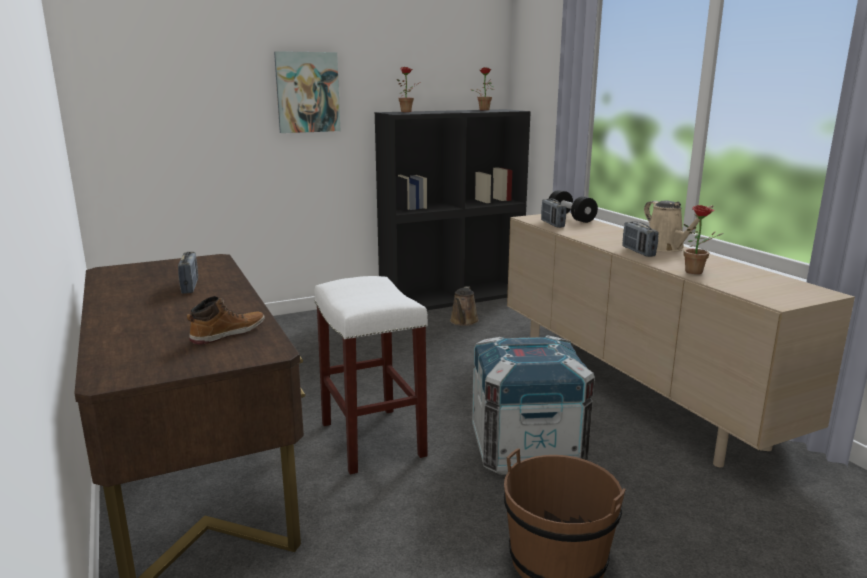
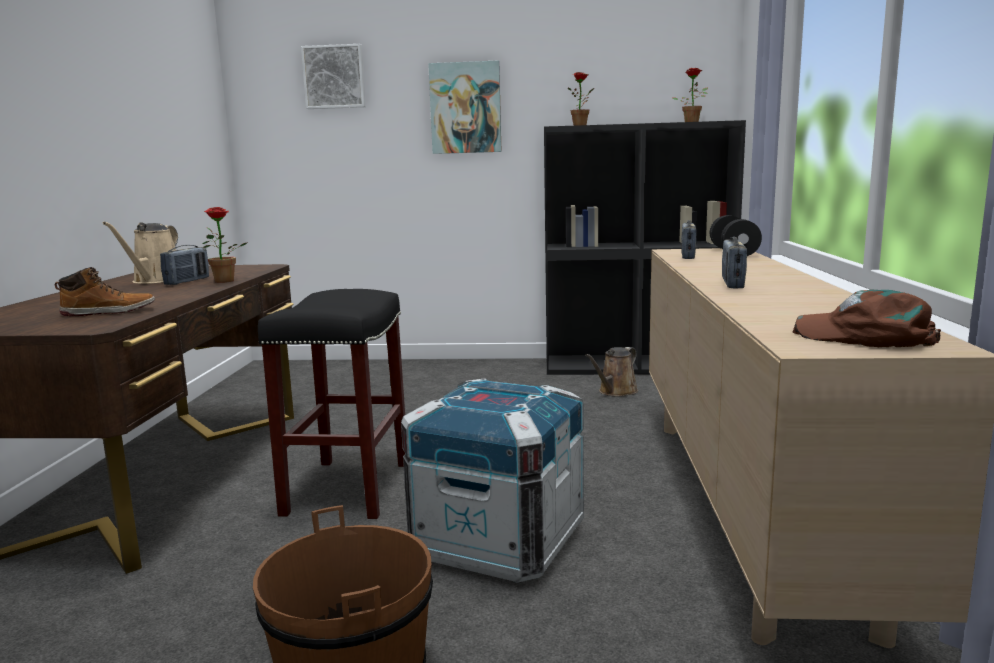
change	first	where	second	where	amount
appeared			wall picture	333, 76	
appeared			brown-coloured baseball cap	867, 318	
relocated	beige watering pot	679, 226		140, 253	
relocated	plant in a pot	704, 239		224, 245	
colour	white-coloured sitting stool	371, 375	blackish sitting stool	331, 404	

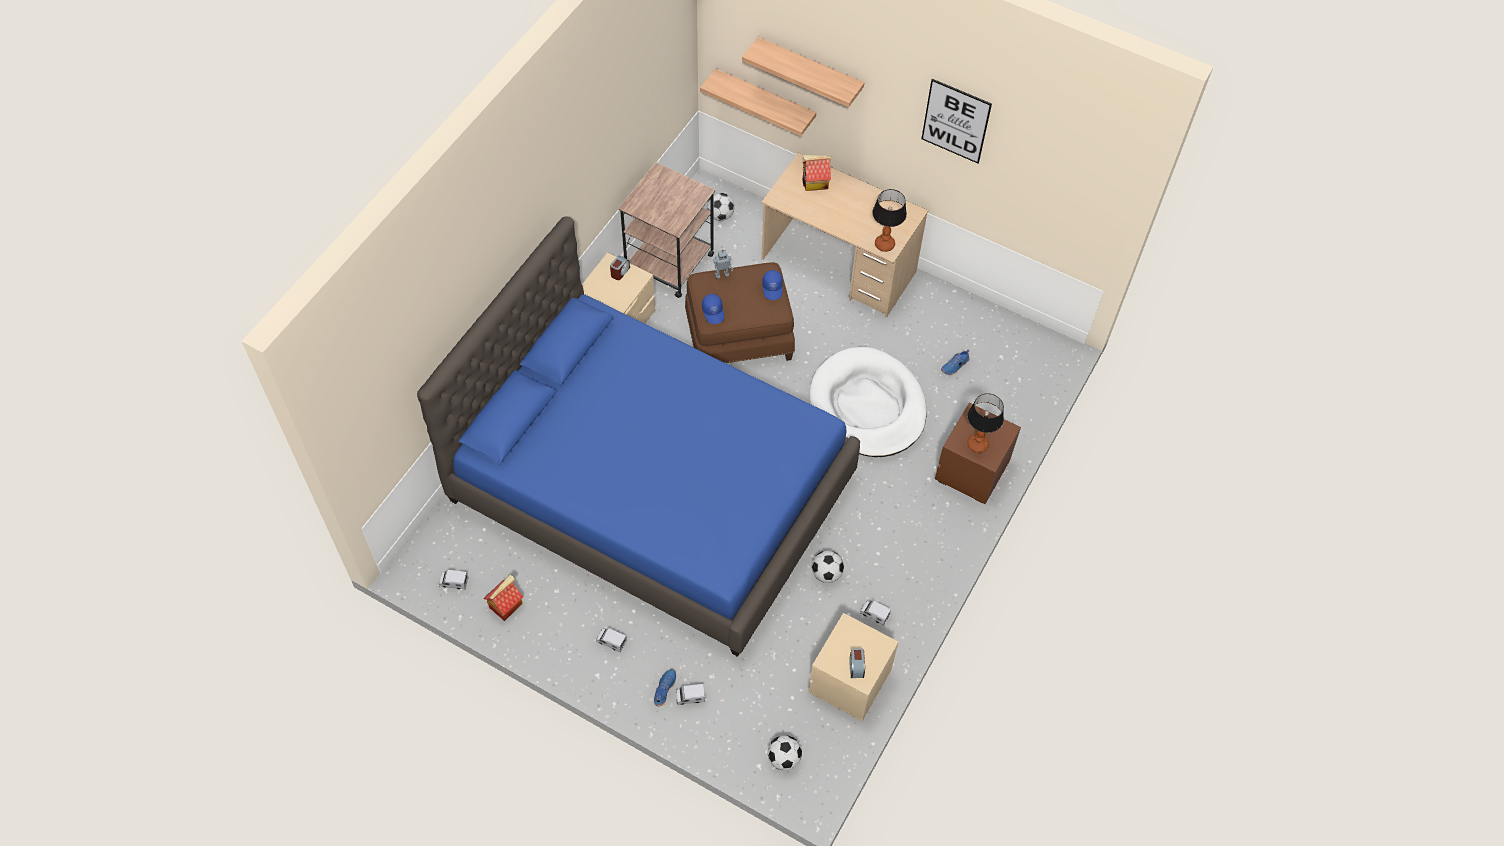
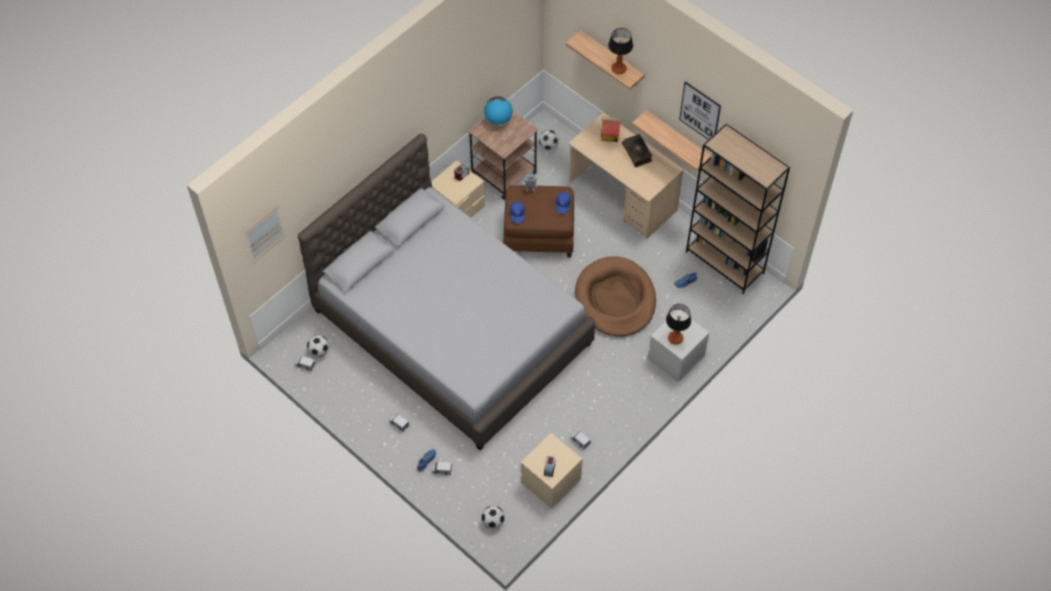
change	first	where	second	where	amount
missing	toy house	503, 598			
appeared			wall picture	264, 234	
appeared			world globe	498, 111	
appeared			book	637, 150	
appeared			beige shelving unit	738, 209	
relocated	wall shelf	758, 102		671, 140	
relocated	ball for football	828, 566		318, 346	
relocated	lamp for a table	889, 220		620, 51	
colour	blue-coloured bed	638, 436	gray bed	446, 292	
colour	white-coloured pet bed	868, 402	brown-coloured pet bed	615, 296	
colour	brown-coloured bedside table	978, 453	white-coloured bedside table	679, 346	

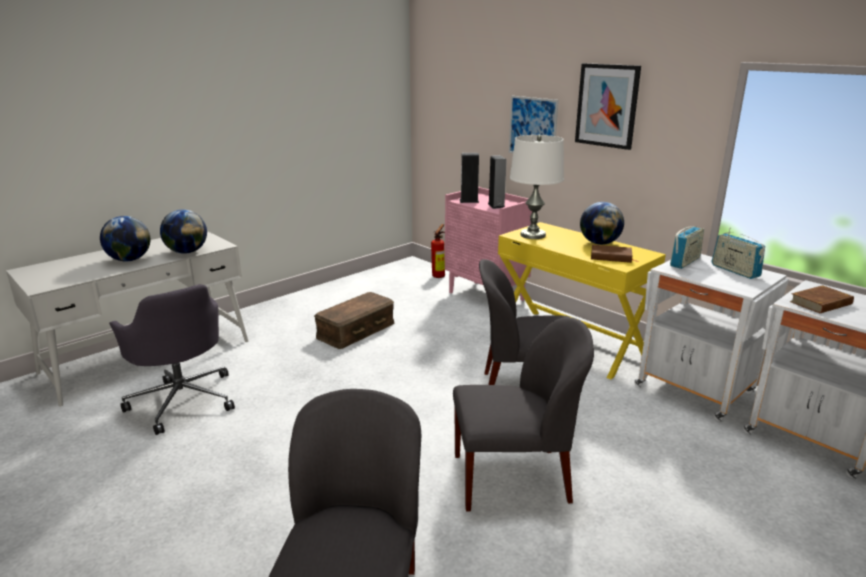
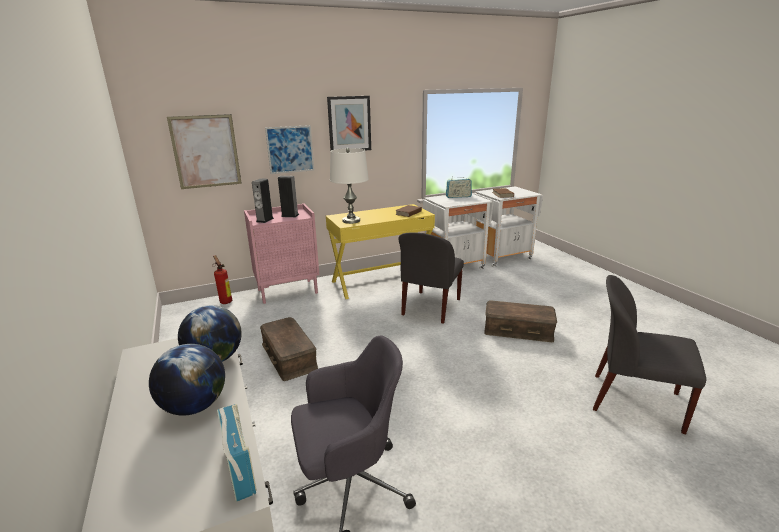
change	first	where	second	where	amount
missing	world globe	602, 223			
appeared			wall picture	204, 151	
relocated	radio set	687, 247		237, 453	
exchanged	gray chair	523, 414	brown-coloured storage bin	520, 321	

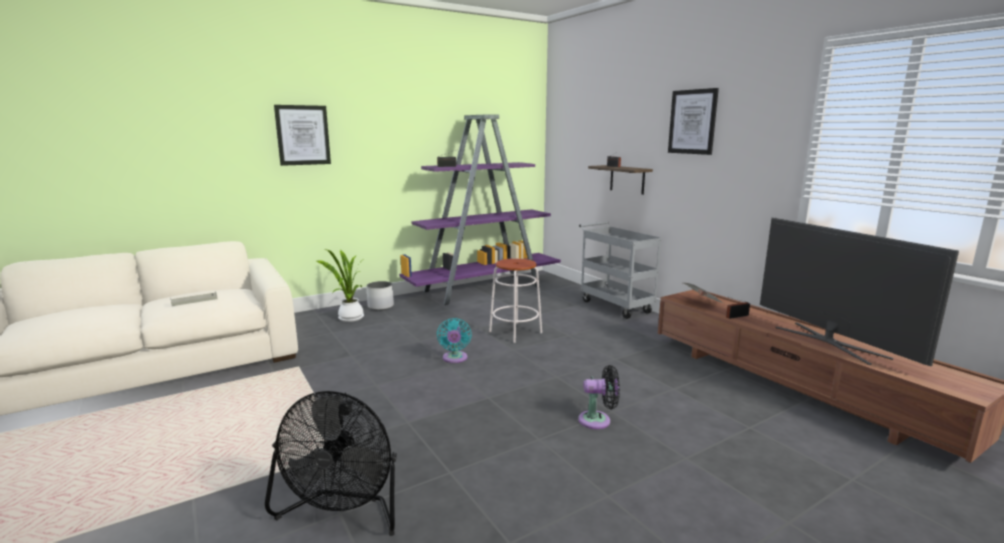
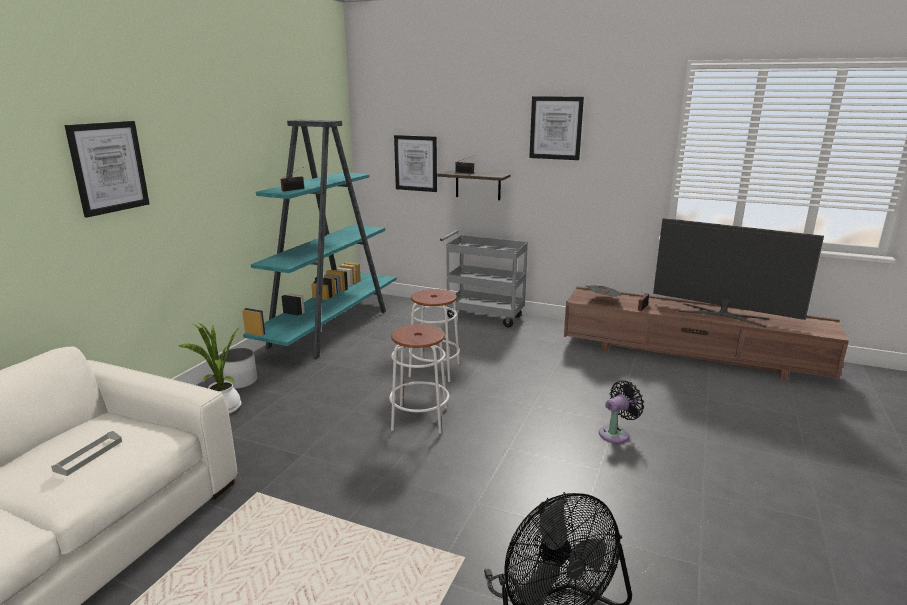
change	first	where	second	where	amount
appeared			wall picture	415, 163	
exchanged	turquoise electric fan	454, 340	white-coloured sitting stool	419, 379	
colour	purple shelving unit	480, 210	turquoise shelving unit	319, 239	

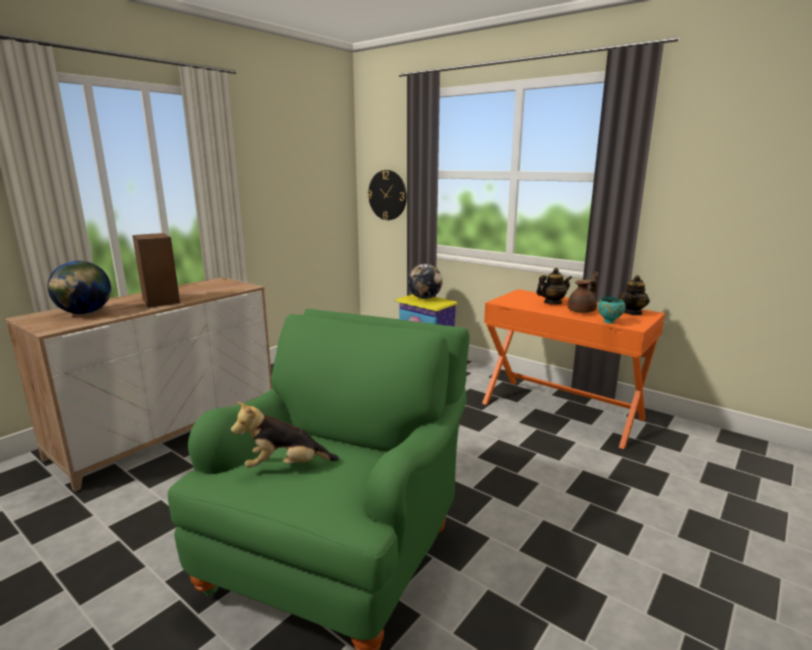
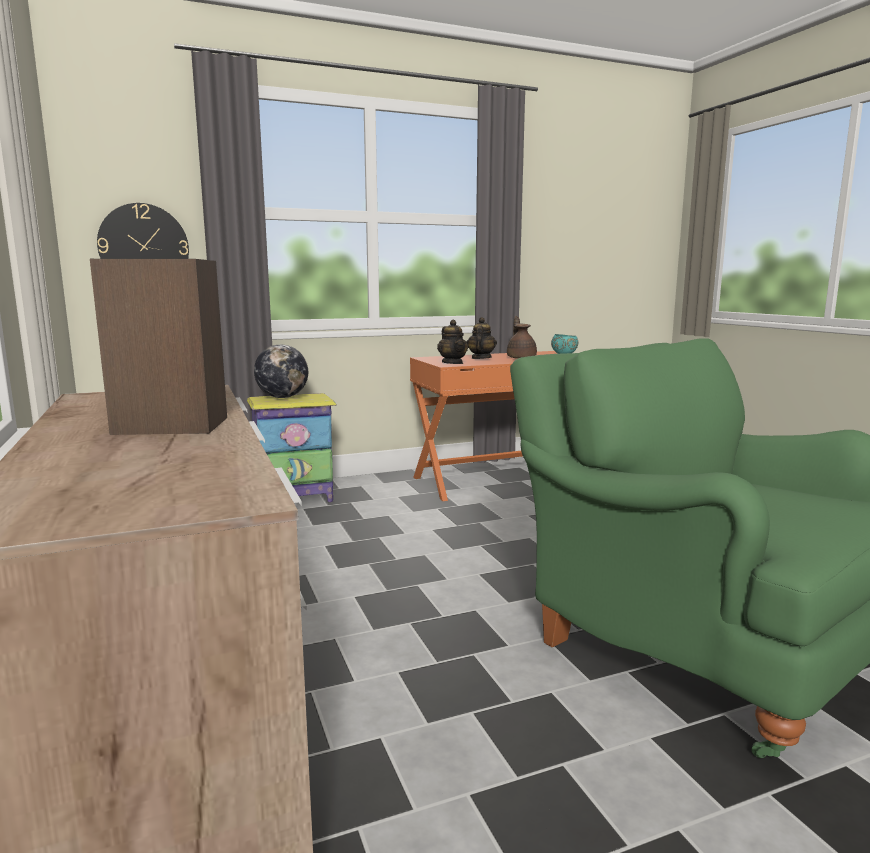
change	first	where	second	where	amount
missing	world globe	79, 287			
missing	cuddly toy	285, 435			
relocated	tea pot	634, 295		452, 342	

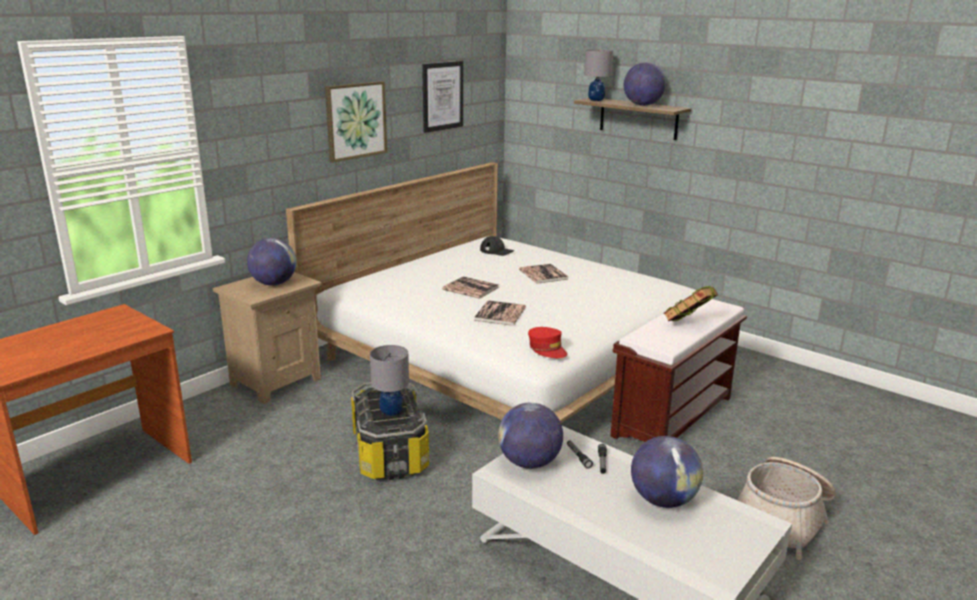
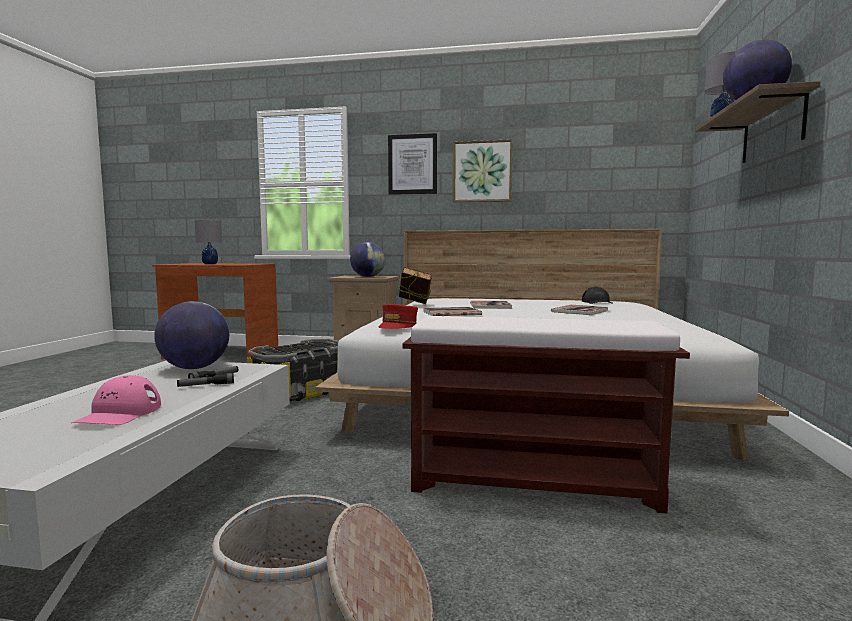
change	first	where	second	where	amount
relocated	gray lamp for a table	389, 380		208, 242	
relocated	wall picture	442, 97		412, 164	
relocated	book	690, 303		415, 285	
exchanged	world globe	667, 472	pinkish baseball cap	116, 400	

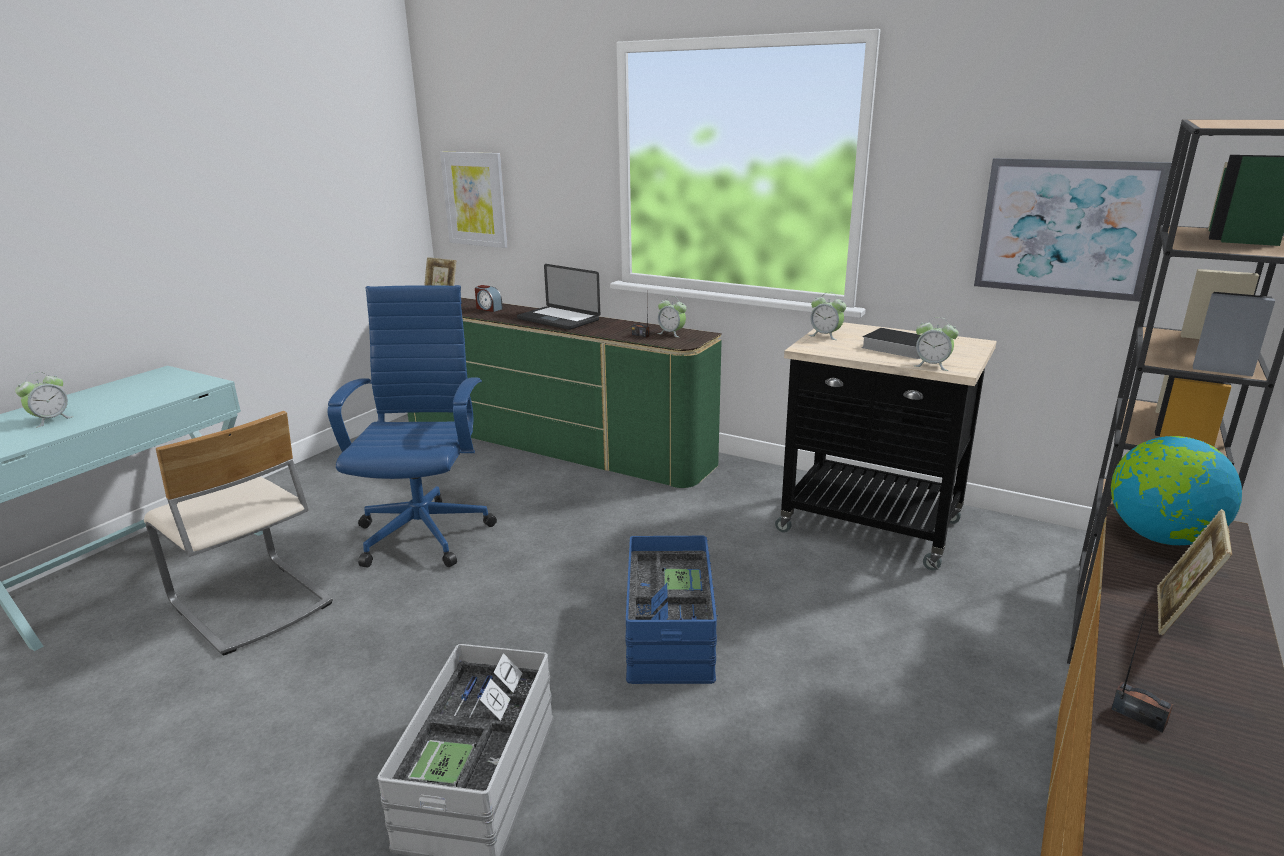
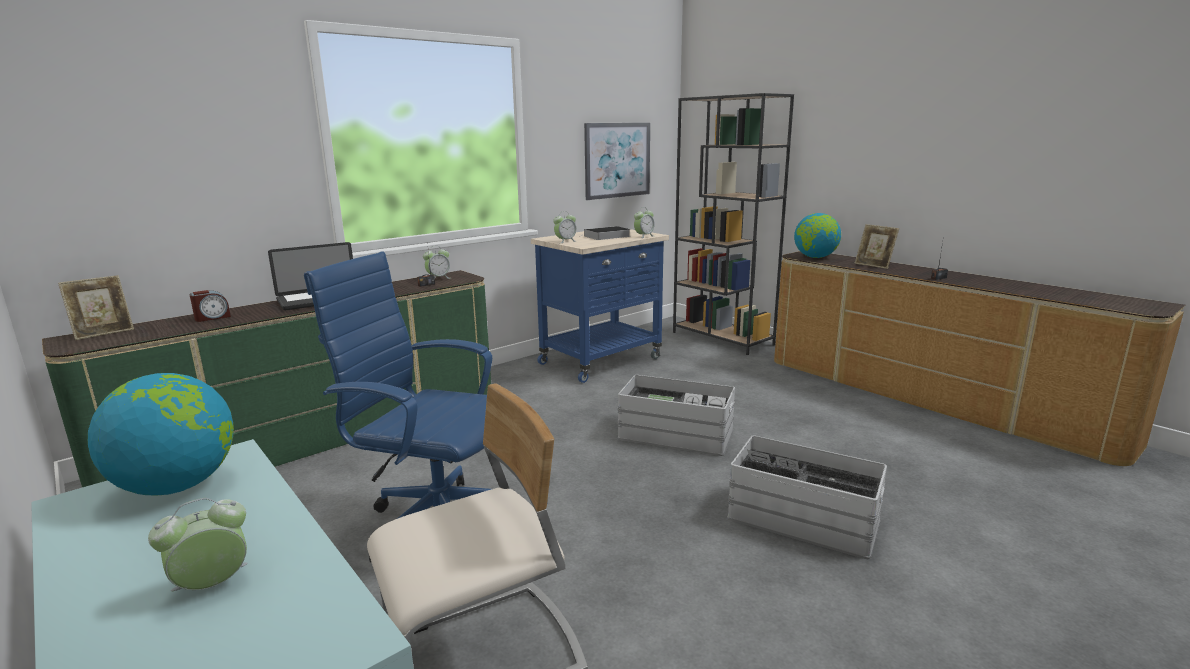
change	first	where	second	where	amount
missing	wall picture	474, 200			
appeared			world globe	161, 434	
colour	blue-coloured storage bin	671, 610	gray storage bin	676, 415	
colour	blackish cart	885, 446	blue-coloured cart	600, 306	
spun	bedside clock	44, 400		198, 544	90 degrees counterclockwise

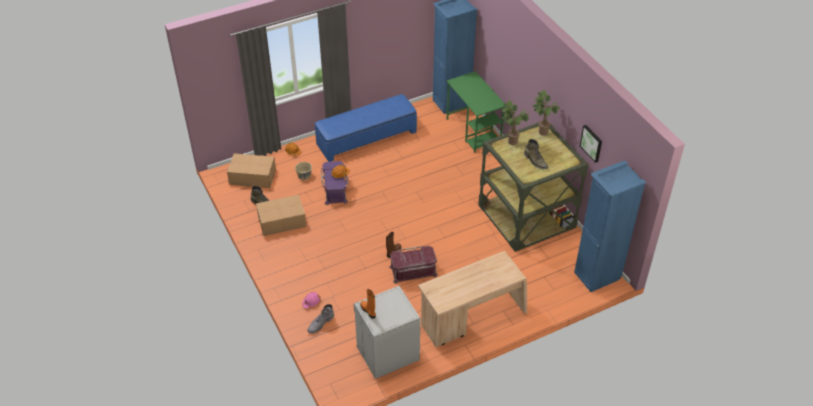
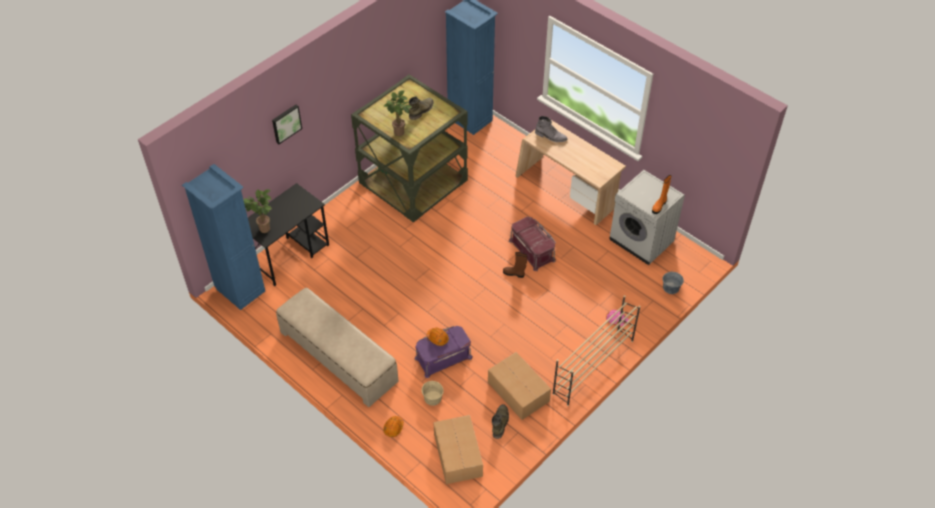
change	first	where	second	where	amount
appeared			beige shoe stand	596, 350	
appeared			gray pail	673, 282	
relocated	gray high-top boot	320, 319		551, 129	
relocated	plant in a pot	546, 113		257, 211	
relocated	wall picture	591, 144		287, 124	
colour	blue-coloured bench	366, 128	beige bench	337, 347	
colour	greenish desk table	476, 112	blackish desk table	288, 234	

